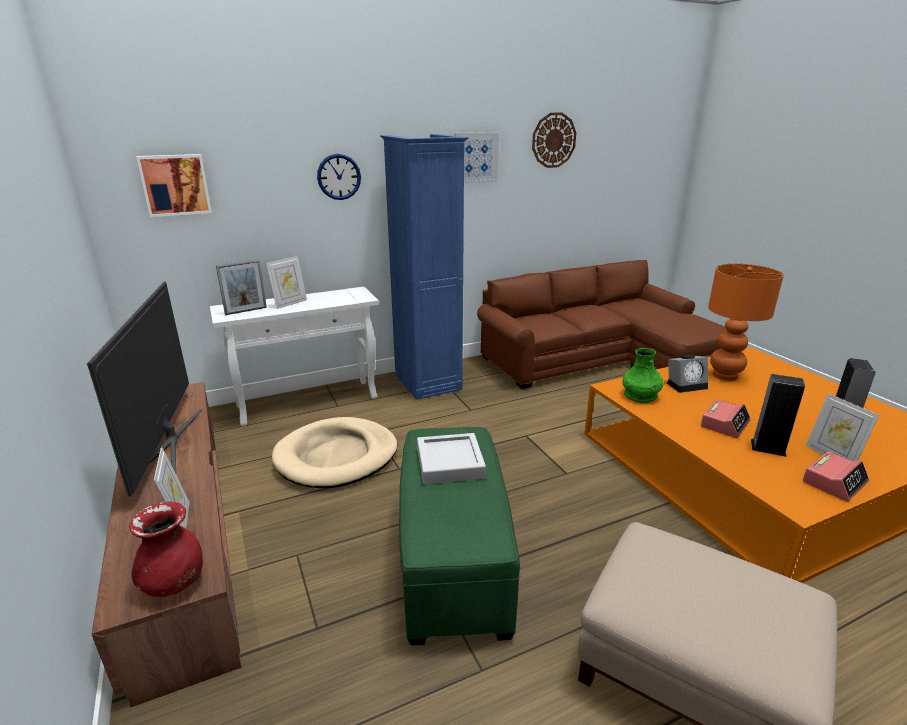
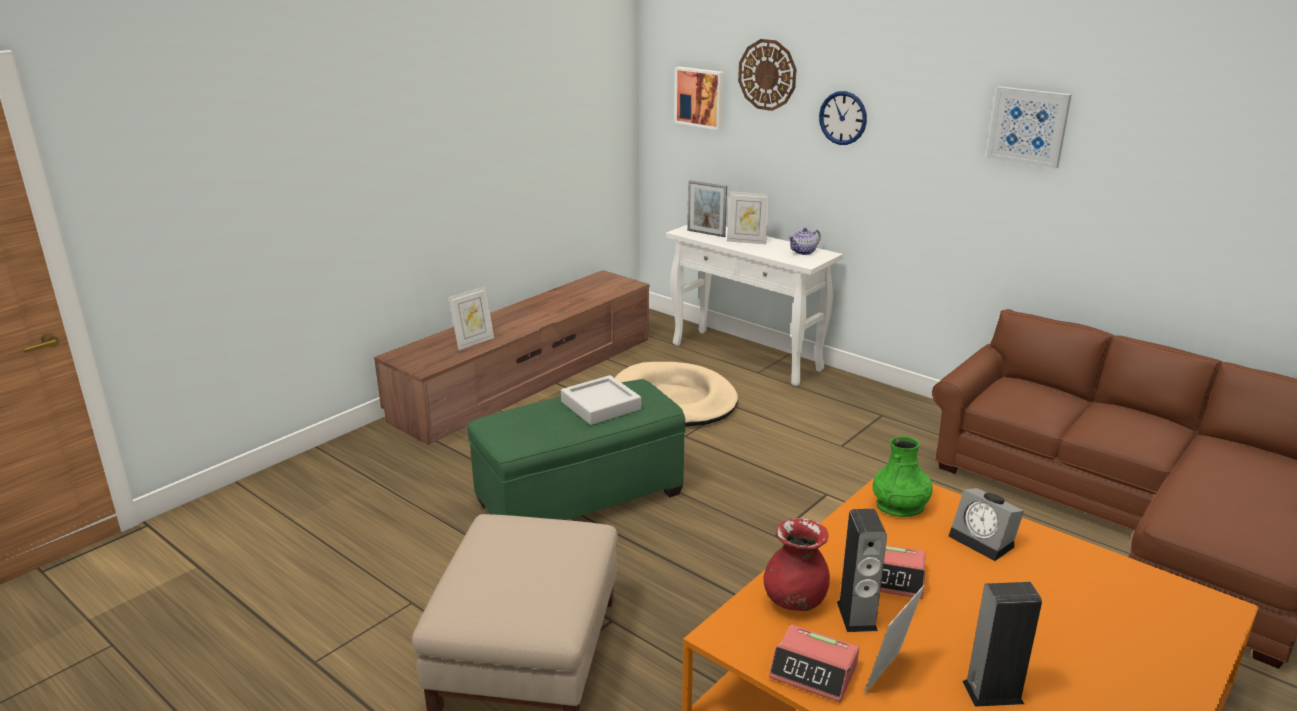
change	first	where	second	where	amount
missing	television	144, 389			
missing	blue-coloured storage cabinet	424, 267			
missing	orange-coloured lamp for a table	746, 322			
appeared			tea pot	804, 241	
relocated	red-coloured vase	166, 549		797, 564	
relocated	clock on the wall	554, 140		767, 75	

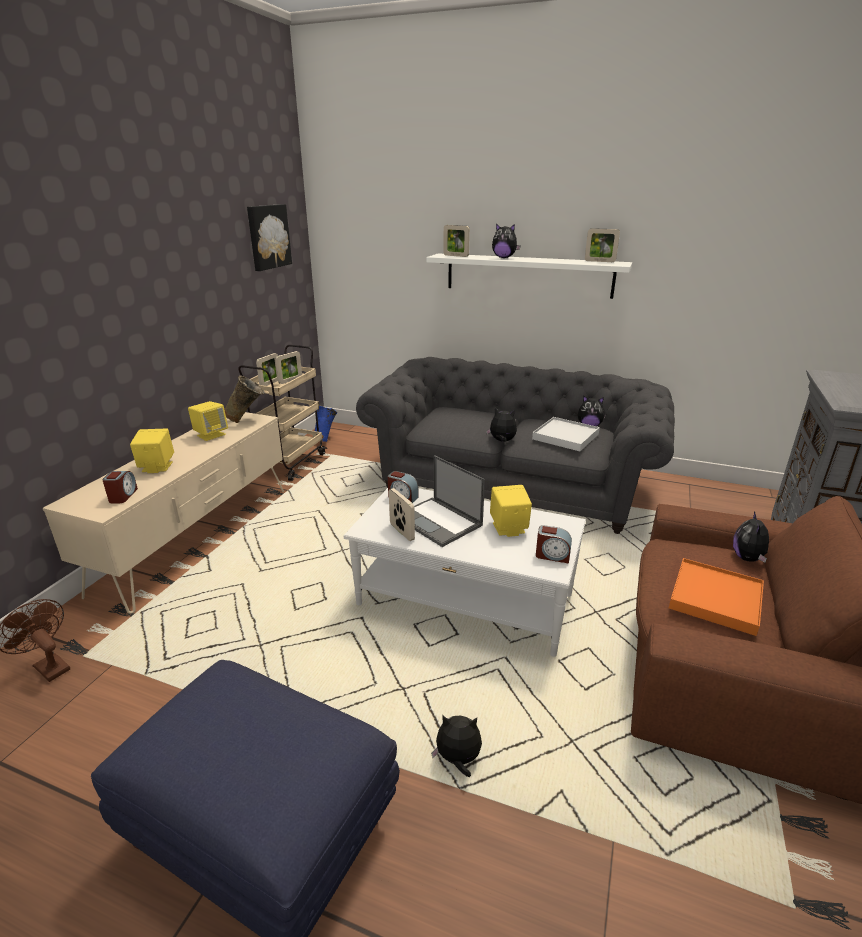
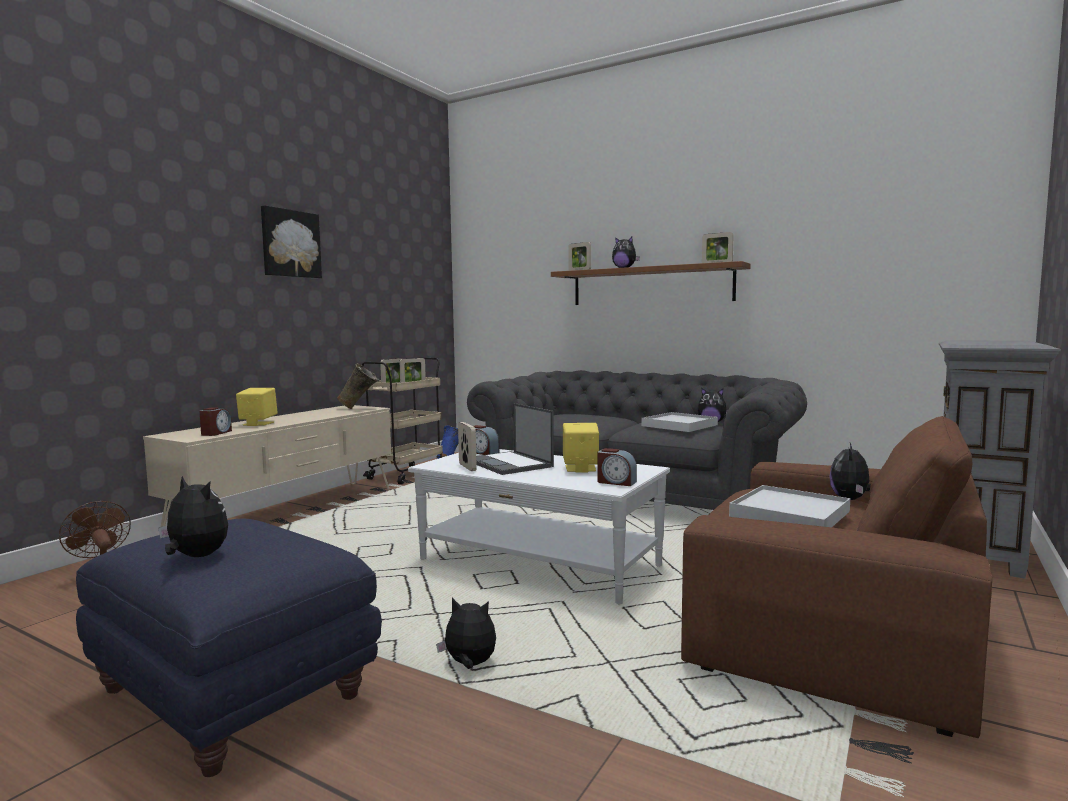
change	first	where	second	where	amount
missing	yellow speaker	208, 421			
relocated	wall picture	269, 237		291, 242	
relocated	cuddly toy	501, 425		193, 516	
colour	white-coloured wall shelf	529, 276	brown-coloured wall shelf	651, 283	
colour	orange-coloured carrying tray	716, 597	white-coloured carrying tray	789, 506	

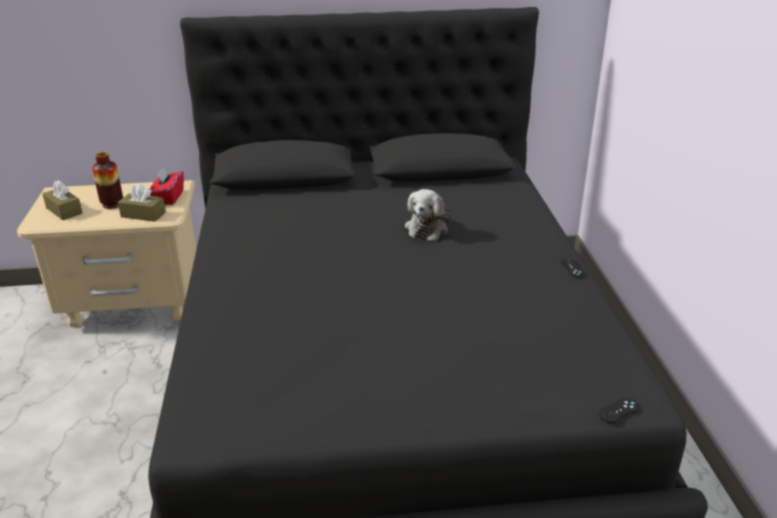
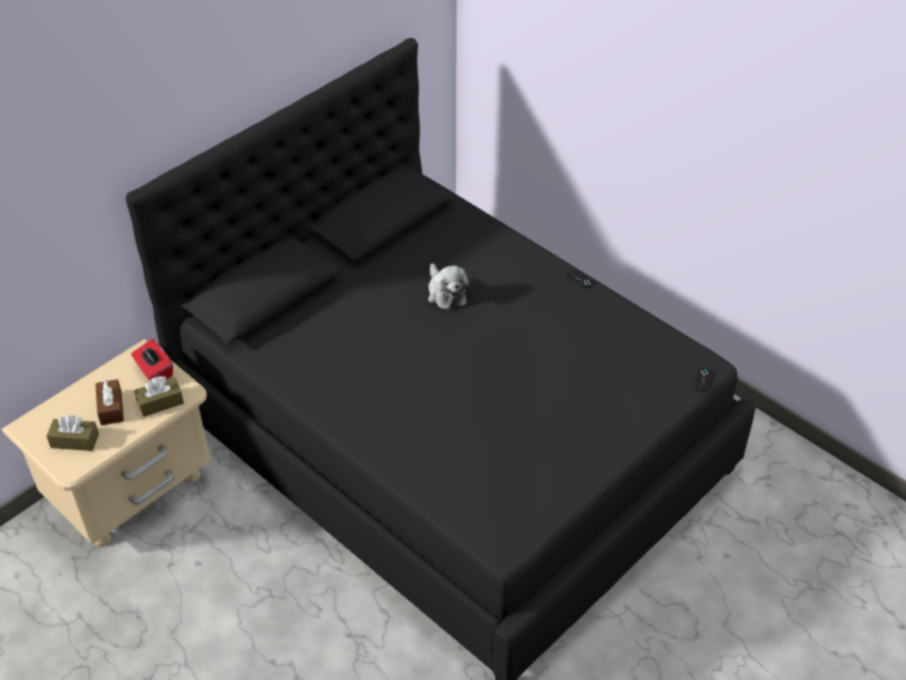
change	first	where	second	where	amount
exchanged	vase	107, 180	brown-coloured box of tissues	109, 402	

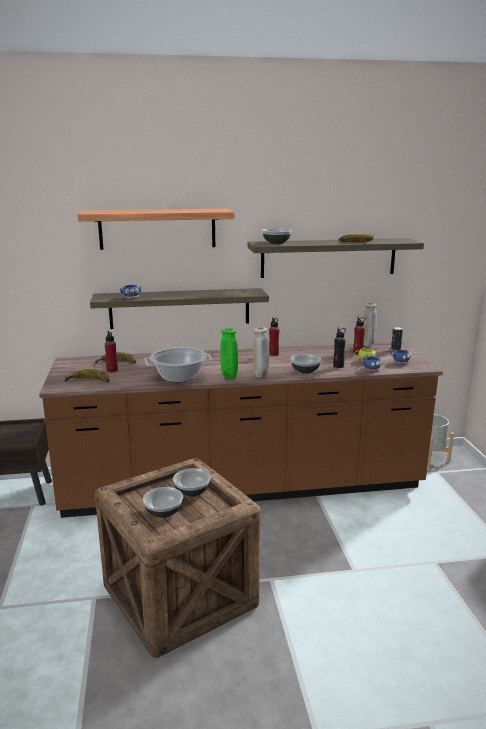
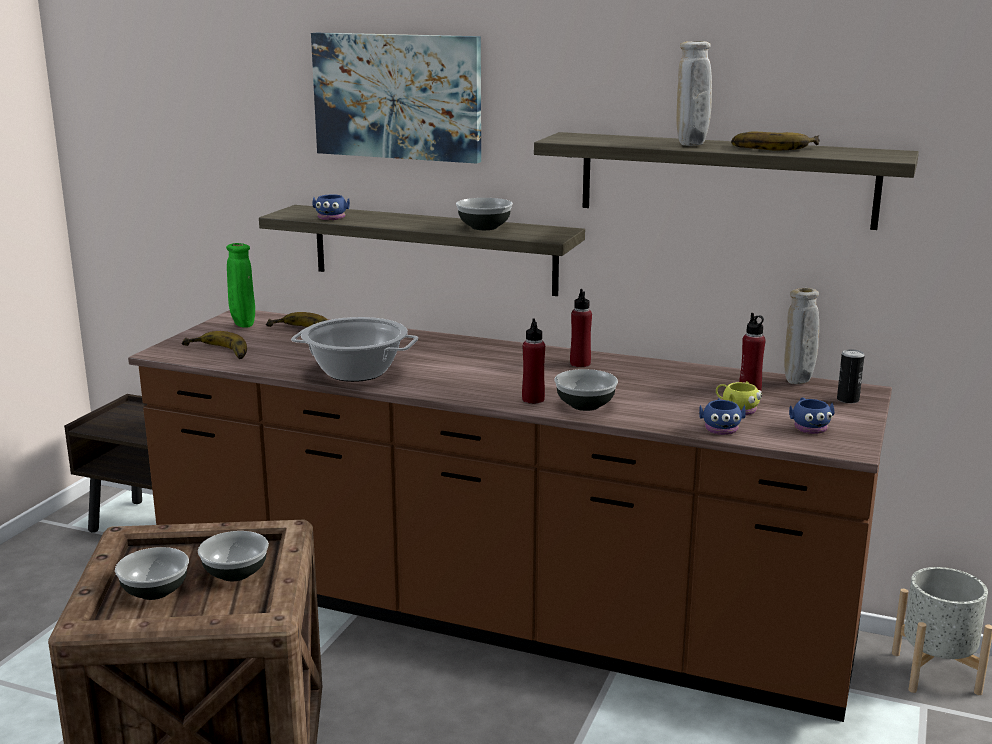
change	first	where	second	where	amount
missing	blackish drink bottle	339, 348			
relocated	red-coloured drink bottle	111, 351		533, 361	
relocated	greenish vase	229, 353		240, 285	
relocated	beige vase	261, 352		694, 93	
relocated	deep dish	277, 236		484, 214	
exchanged	wall shelf	156, 229	wall picture	396, 98	

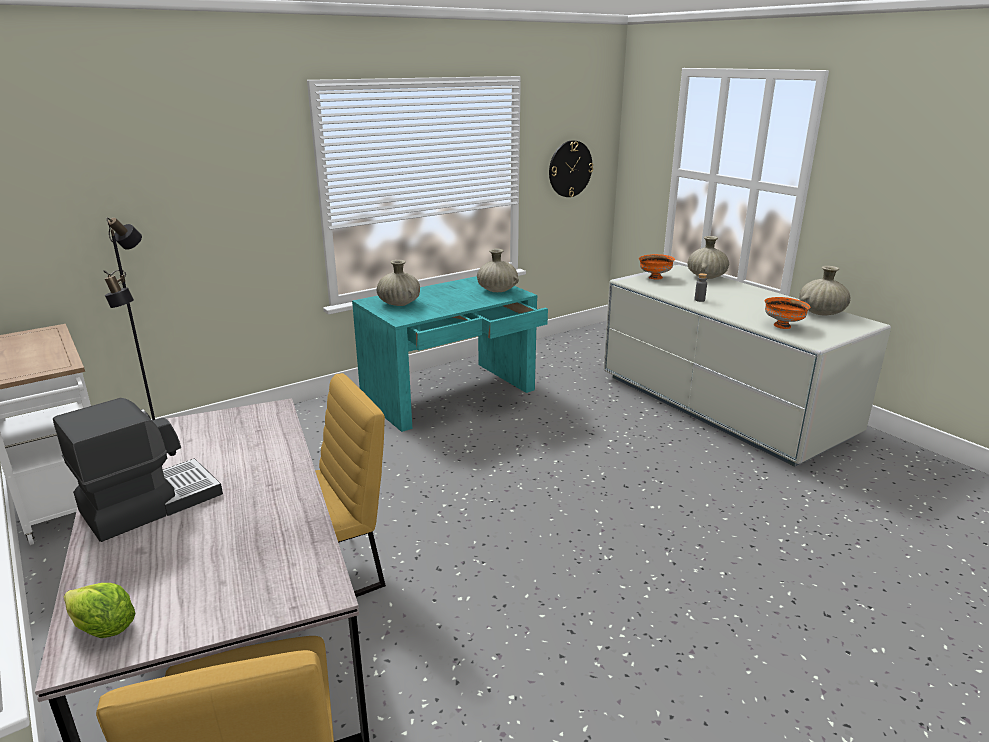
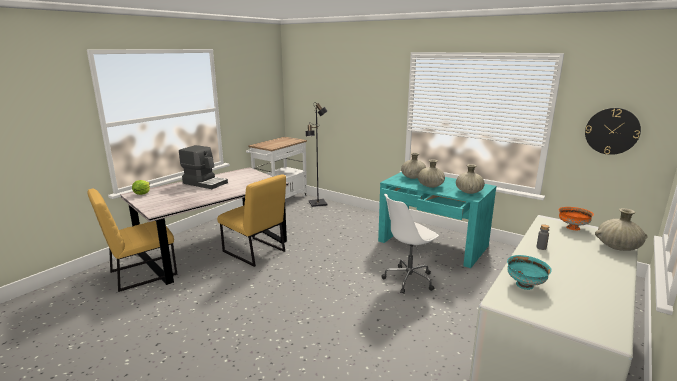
change	first	where	second	where	amount
appeared			white-coloured office chair	410, 244	
relocated	beige vase	824, 290		431, 173	
colour	orange-coloured deep dish	787, 313	turquoise deep dish	529, 272	

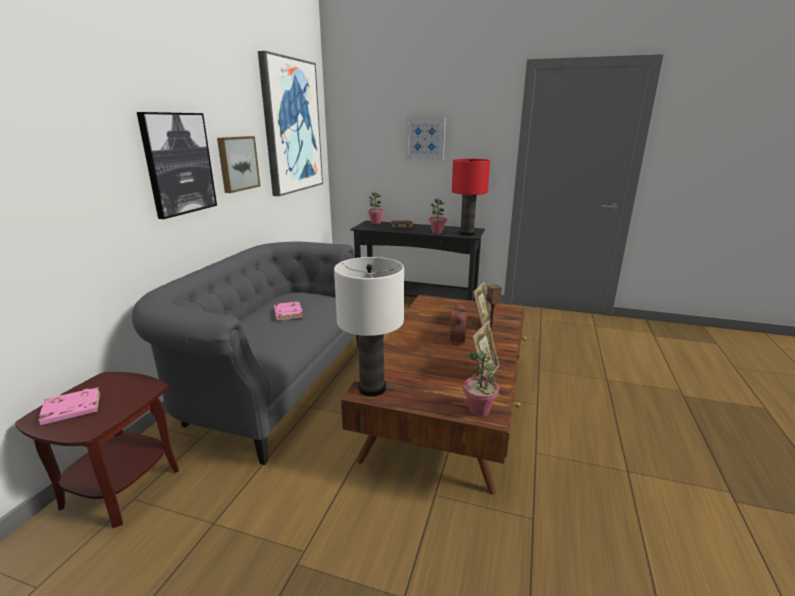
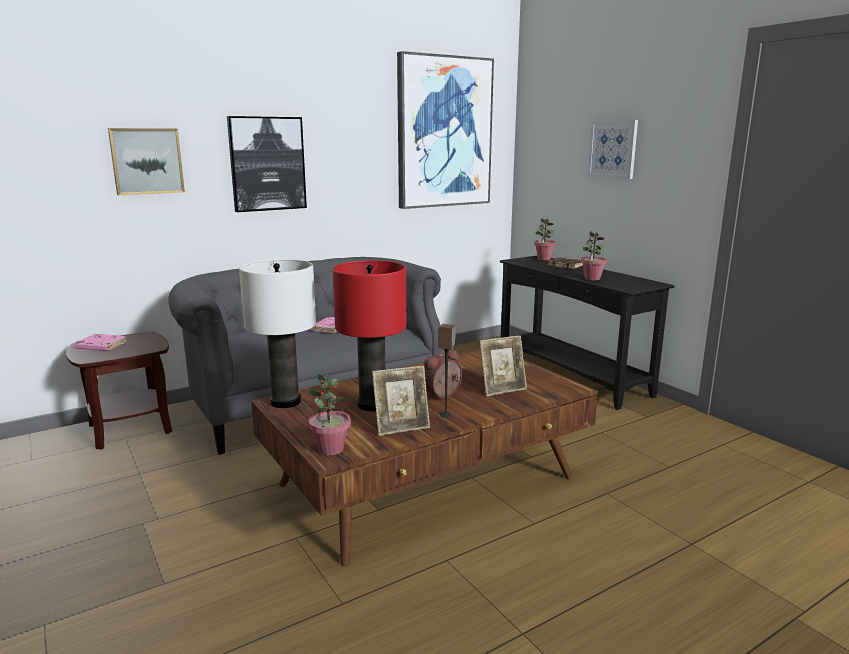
change	first	where	second	where	amount
relocated	wall picture	238, 164		146, 161	
relocated	red-coloured lamp for a table	471, 197		370, 335	

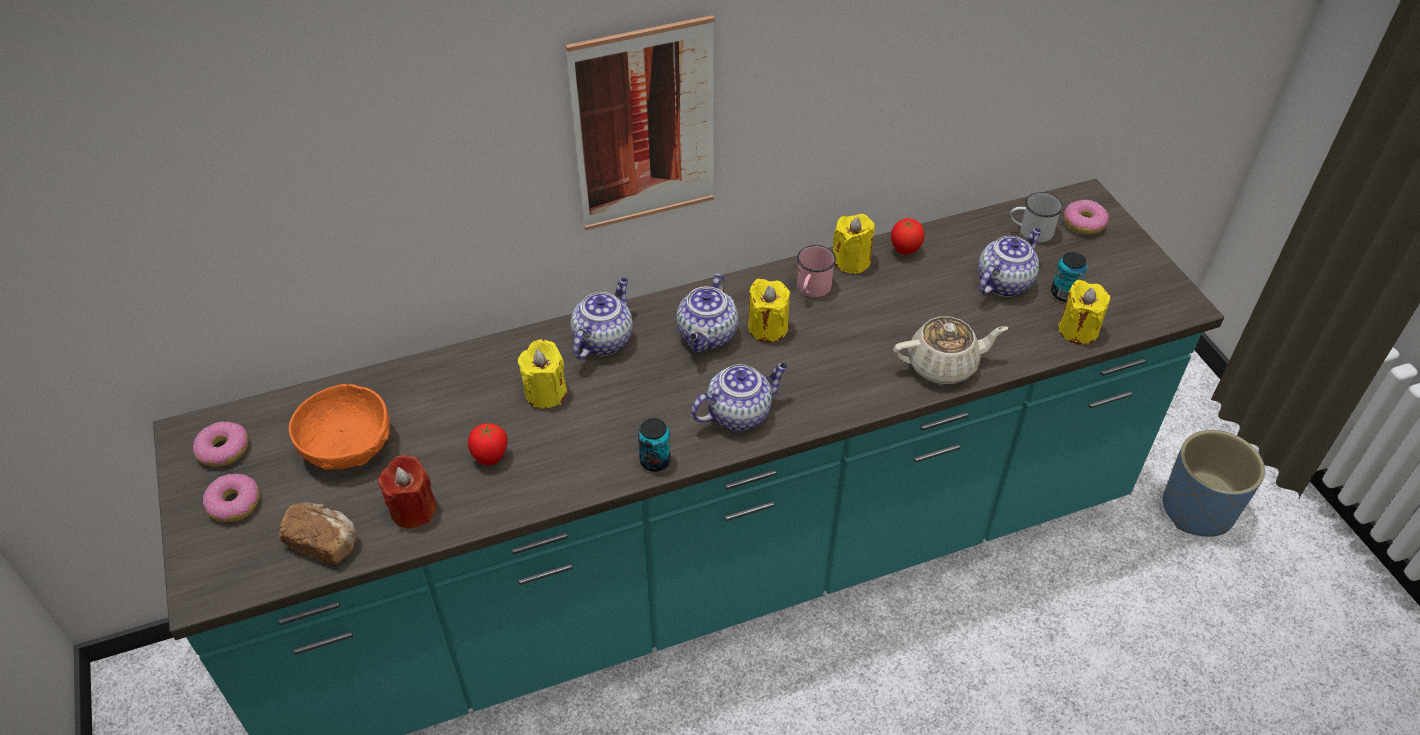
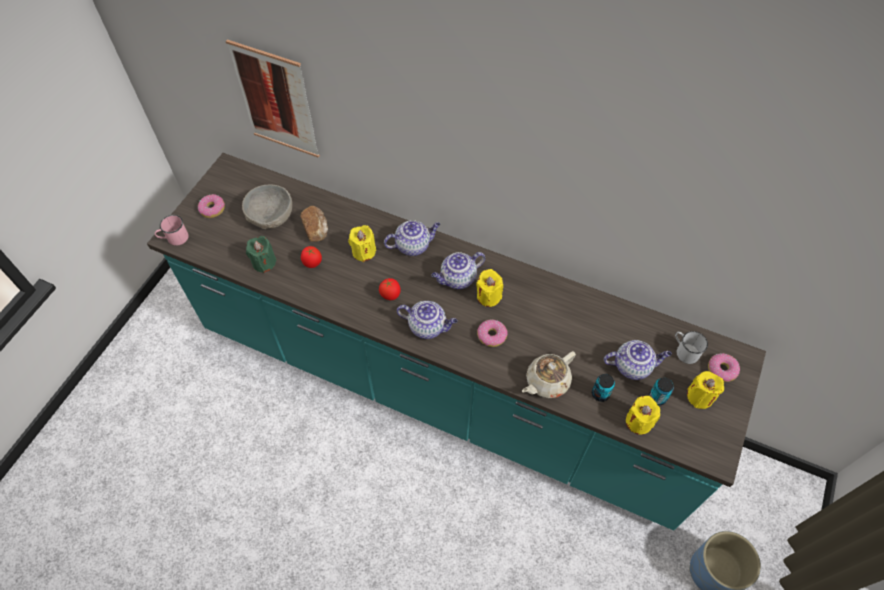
change	first	where	second	where	amount
relocated	donut	220, 444		492, 333	
relocated	bread	317, 533		314, 224	
relocated	wall picture	639, 123		273, 98	
relocated	sealed can	654, 445		603, 388	
relocated	pinkish mug	816, 271		172, 230	
relocated	yellow wax light	854, 244		705, 390	
relocated	tomato	907, 236		390, 289	
colour	orange-coloured deep dish	339, 427	gray deep dish	267, 207	
colour	red-coloured wax light	407, 491	greenish wax light	261, 254	
spun	beige tea pot	950, 350		549, 374	105 degrees clockwise

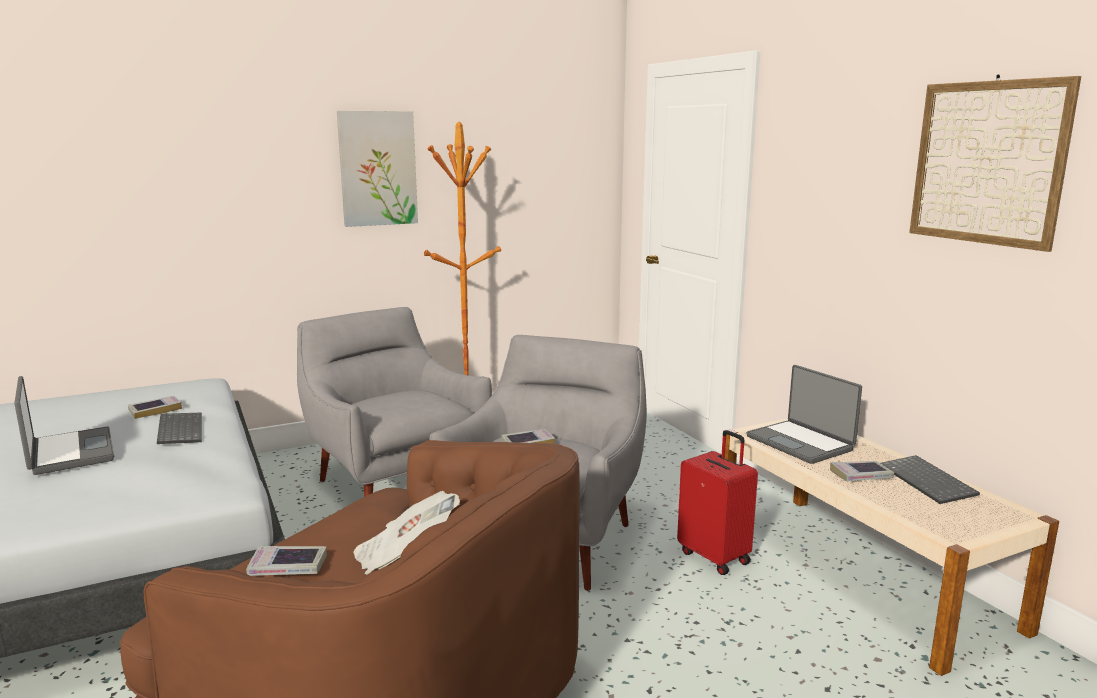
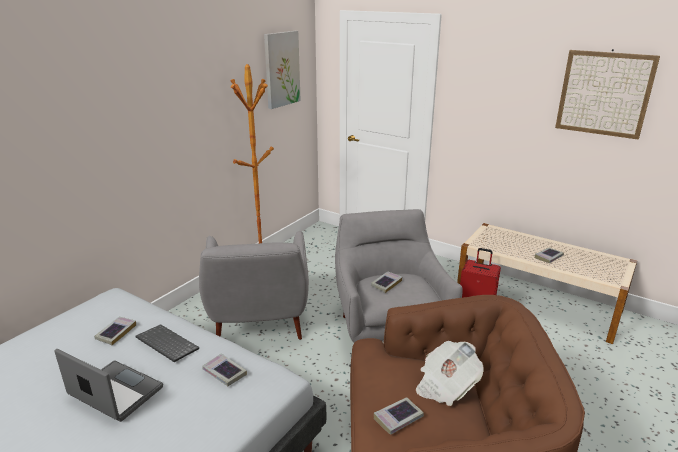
change	first	where	second	where	amount
missing	portable computer	804, 414			
missing	keyboard	930, 479			
appeared			book	224, 369	
relocated	wall picture	377, 169		282, 70	
spun	gray armchair	394, 402		254, 285	120 degrees counterclockwise

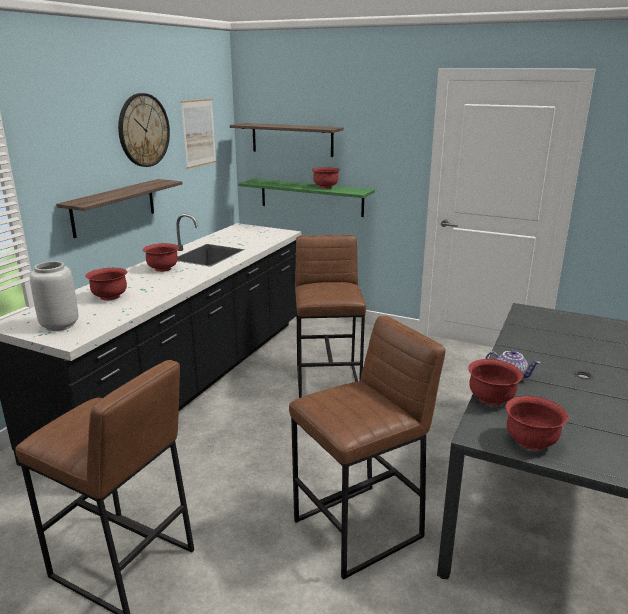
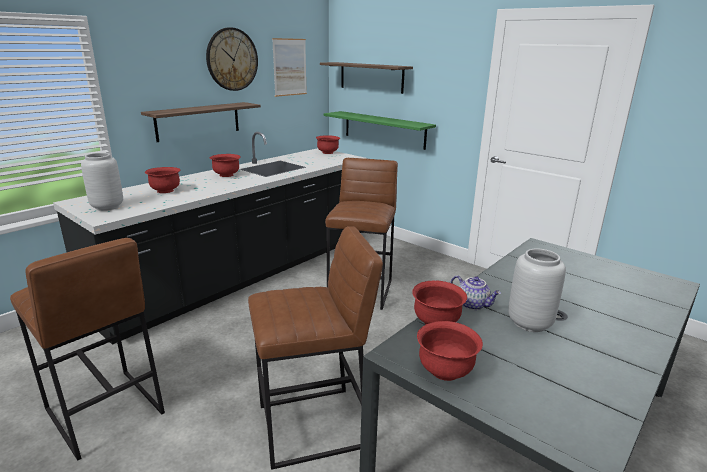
change	first	where	second	where	amount
appeared			gray vase	537, 290	
relocated	red-coloured deep dish	326, 178		328, 144	

